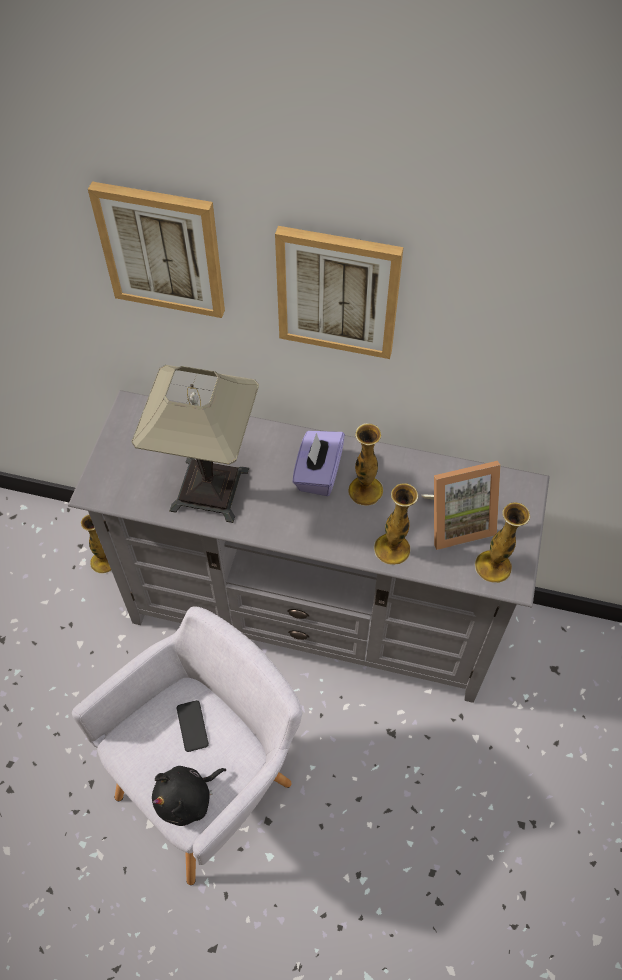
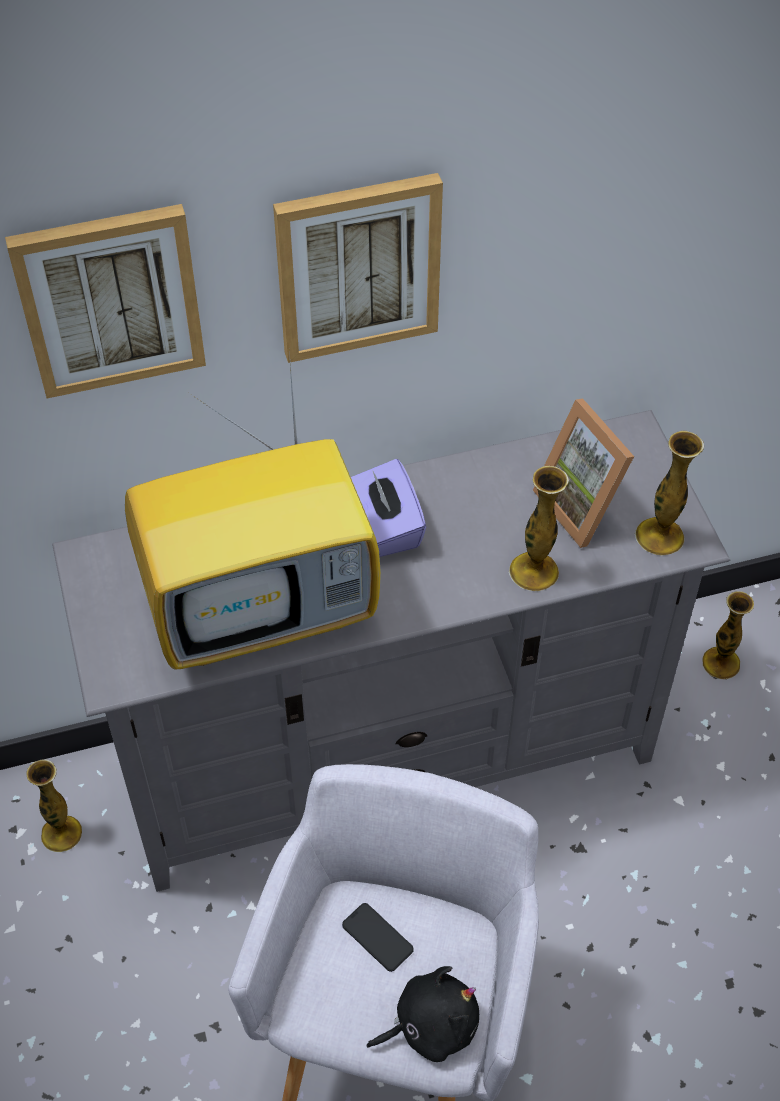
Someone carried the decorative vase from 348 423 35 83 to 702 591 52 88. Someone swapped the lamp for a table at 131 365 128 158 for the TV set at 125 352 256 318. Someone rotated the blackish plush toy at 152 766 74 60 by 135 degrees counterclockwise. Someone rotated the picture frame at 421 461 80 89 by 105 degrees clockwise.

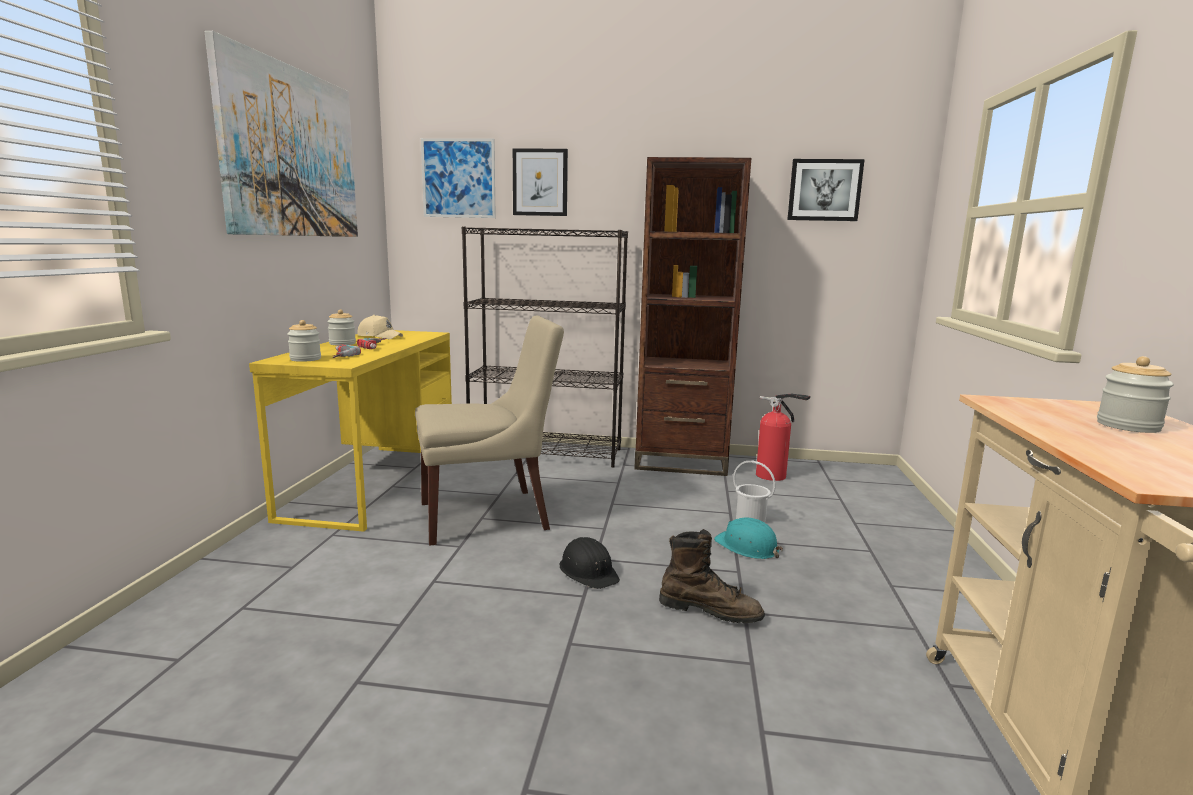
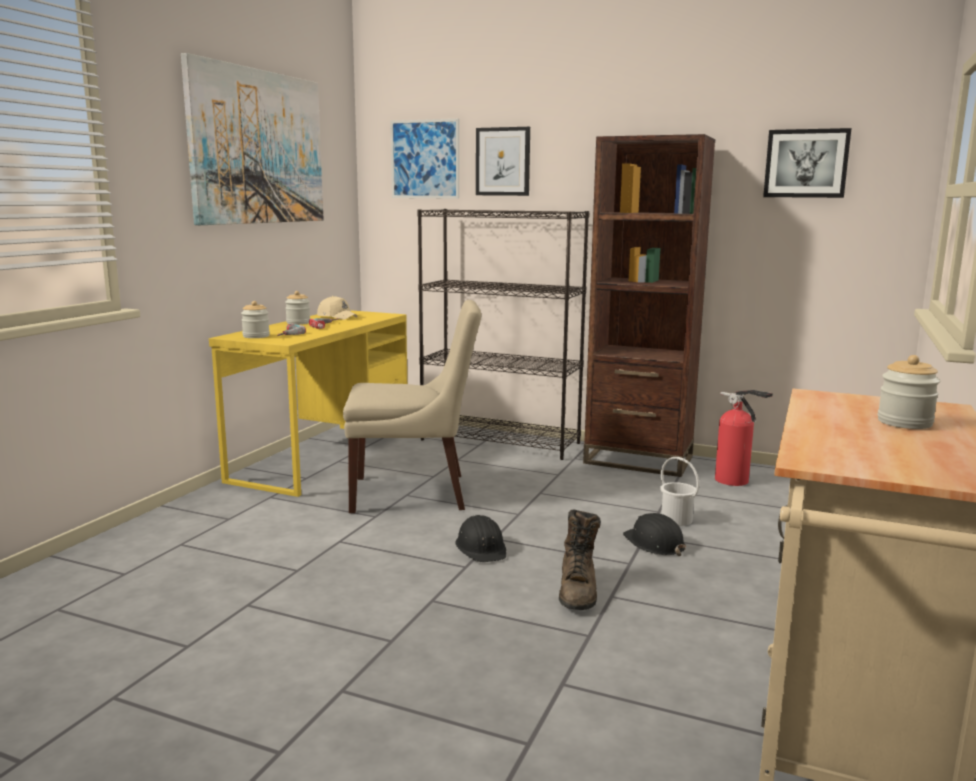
Someone repainted the blue-green safety helmet at 714 518 69 41, which became the blackish safety helmet at 623 513 63 43. Someone rotated the brown boot at 659 529 106 94 by 60 degrees clockwise.

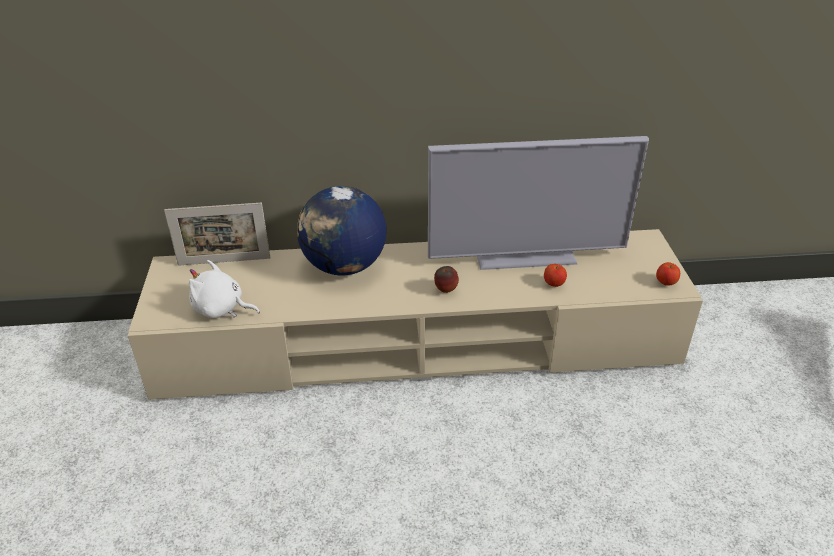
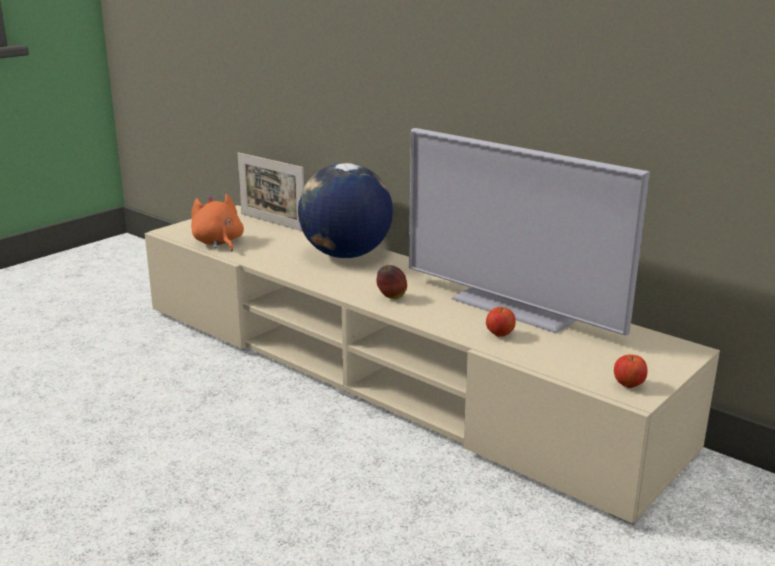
Someone repainted the whitish plush toy at 189 260 71 58, which became the orangey plush toy at 191 194 53 58.

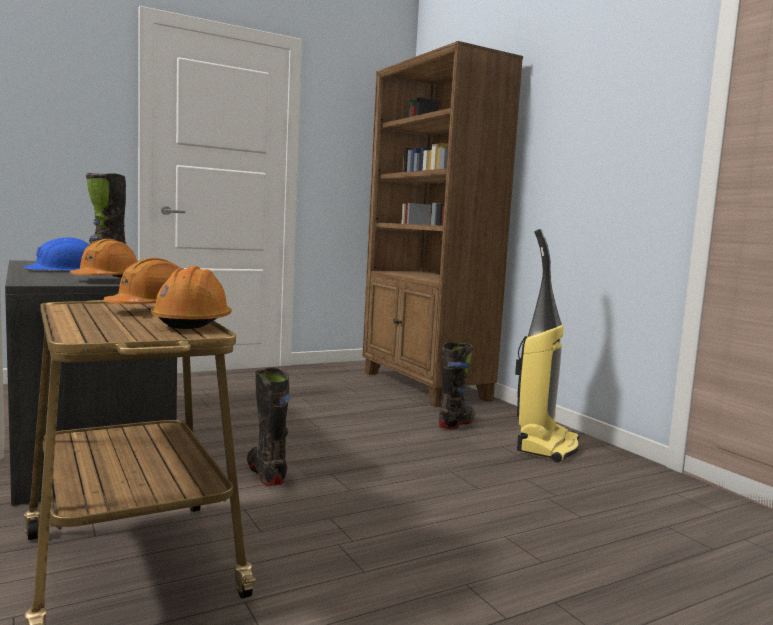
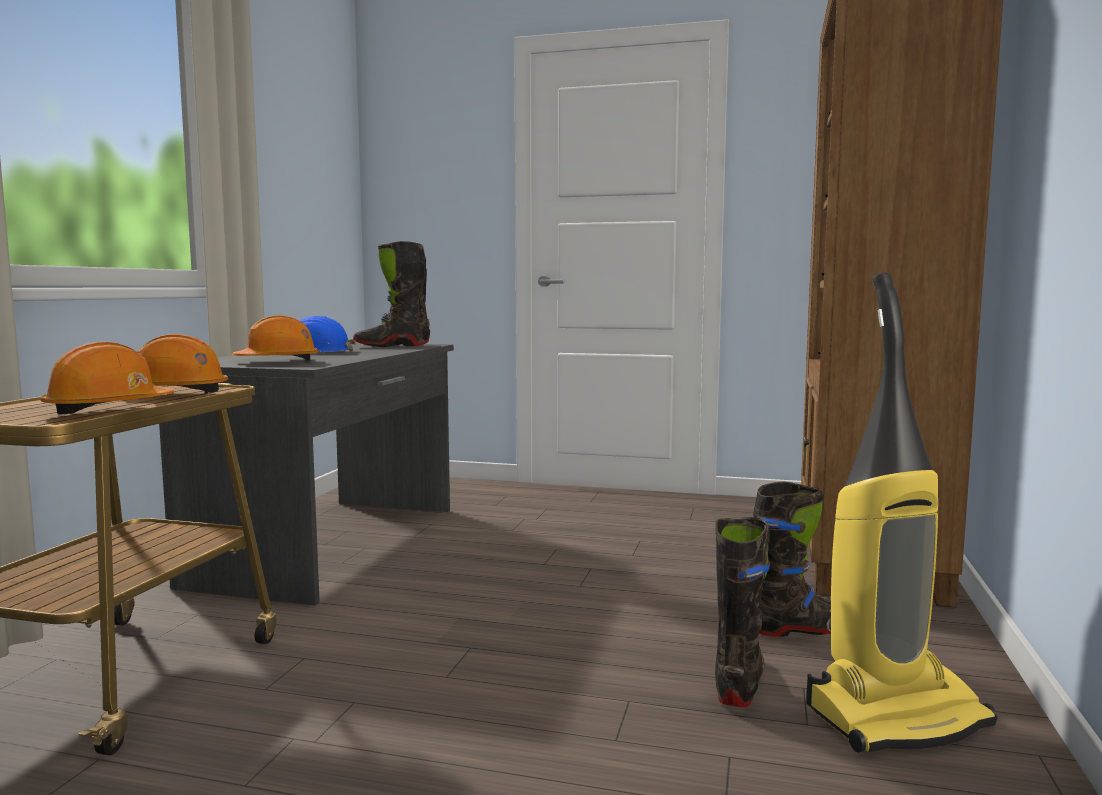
Someone carried the blackish boot from 247 368 43 118 to 715 517 55 190.

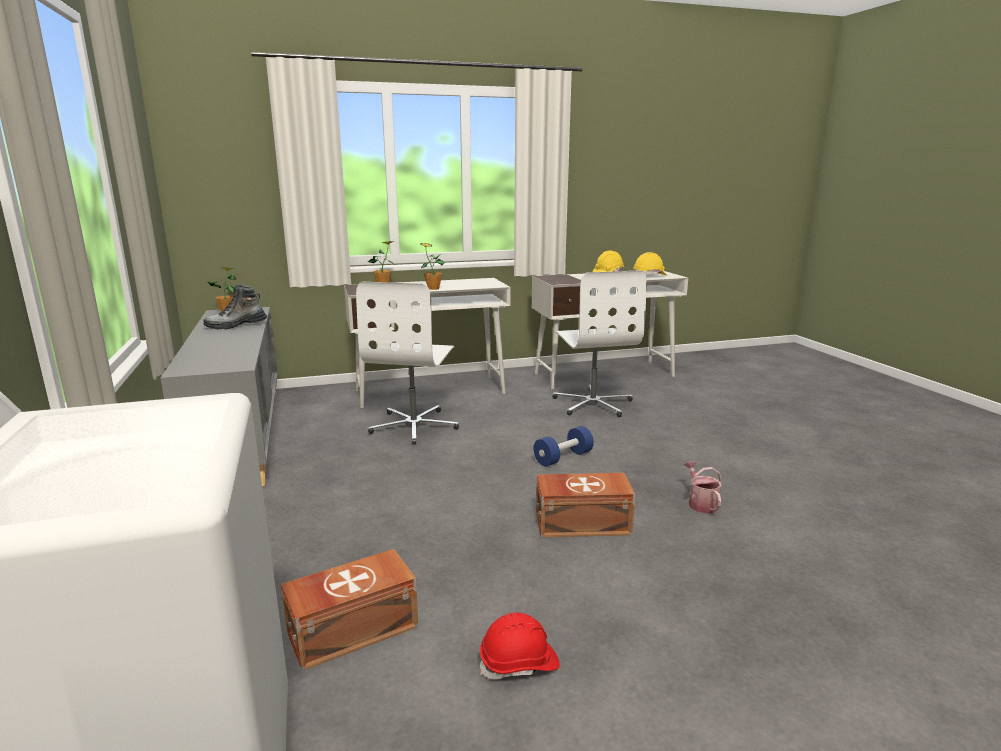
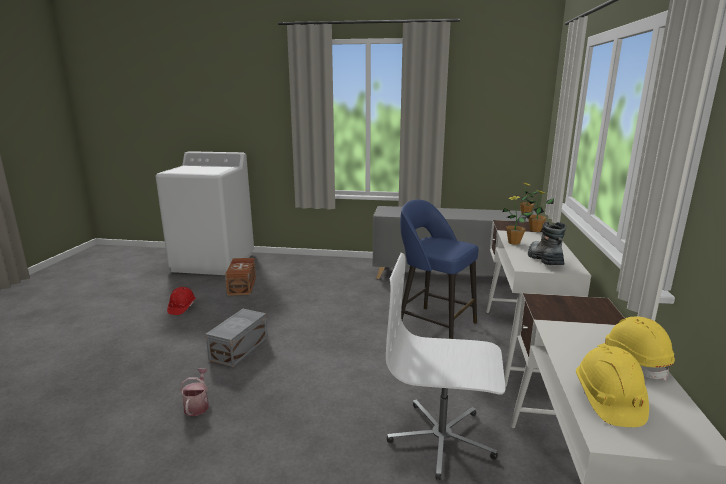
Someone took away the blue free weight at 534 426 60 40. Someone carried the boot from 203 284 64 46 to 528 222 38 43. Someone swapped the whitish office chair at 356 282 103 162 for the blue stool at 400 199 78 140. Someone repainted the brown storage container at 536 473 99 64, which became the greyish storage container at 205 309 63 58. Someone rotated the watering pot at 685 461 37 53 by 105 degrees counterclockwise.

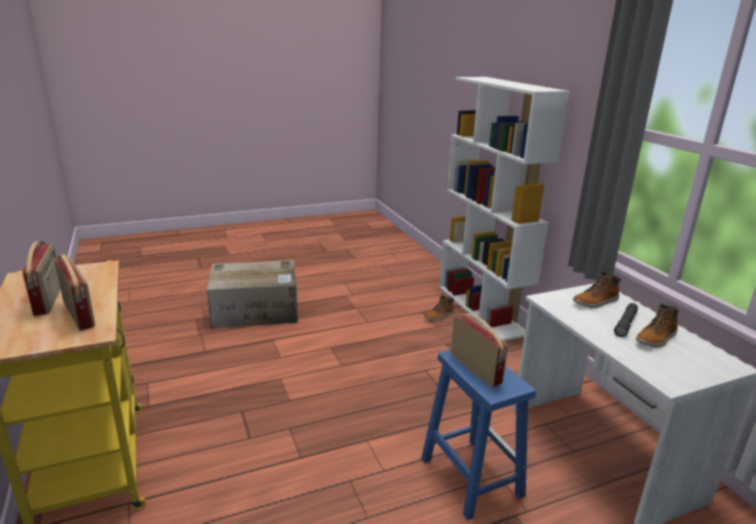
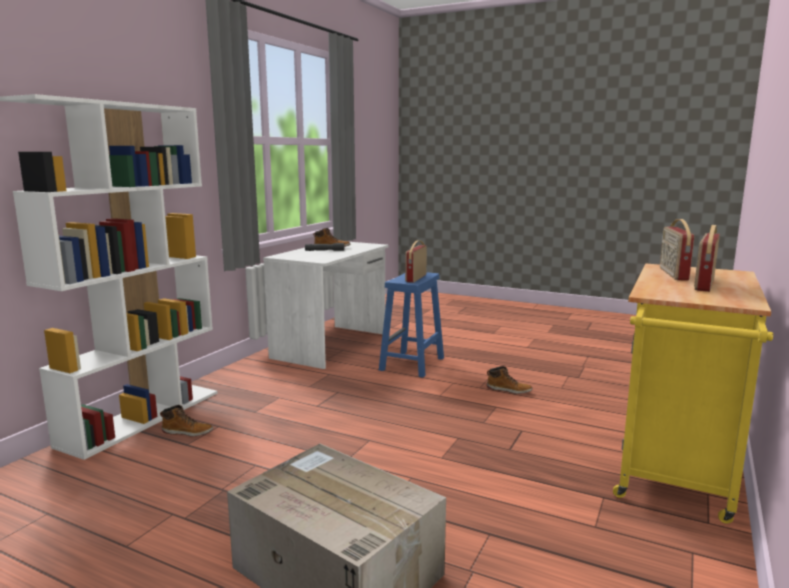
Someone carried the boot from 573 271 48 37 to 487 366 45 28.

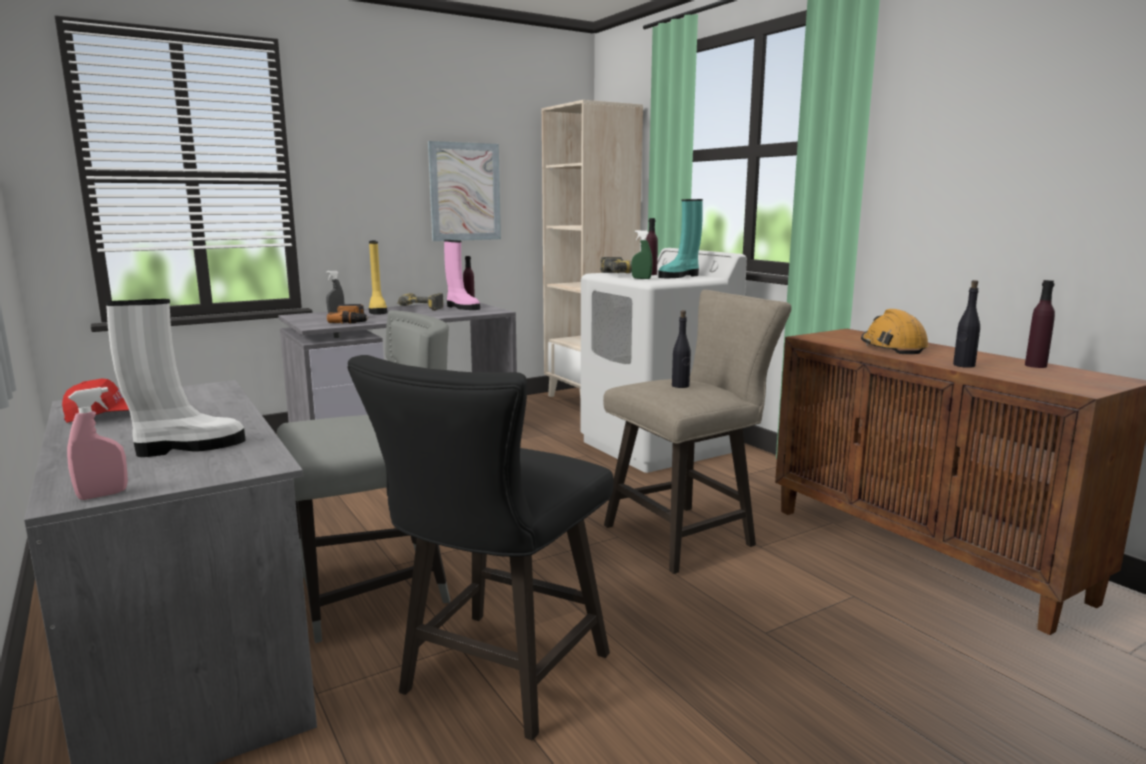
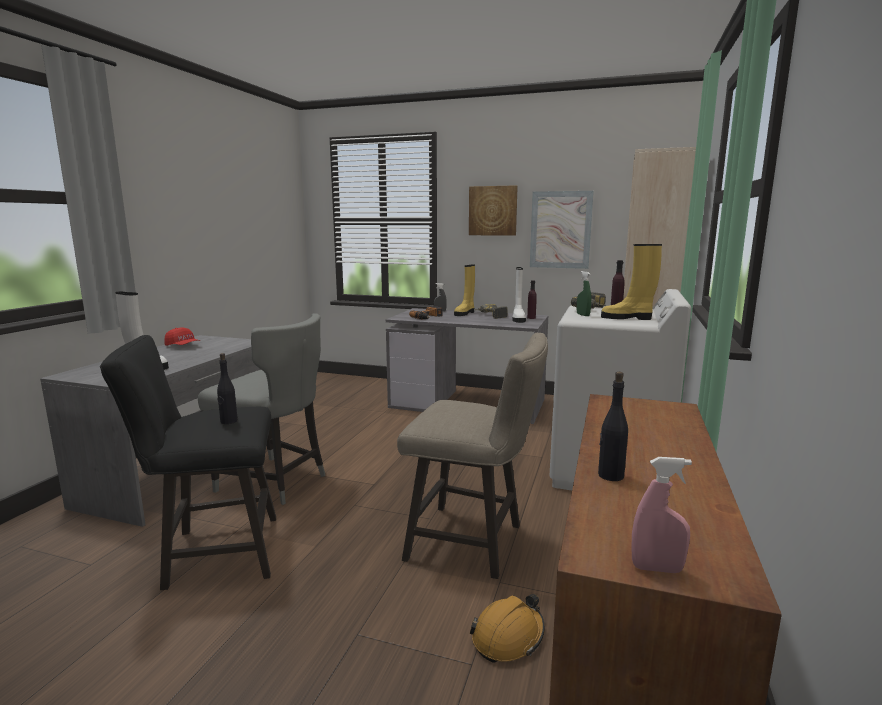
Someone took away the purple-coloured beverage bottle at 1025 280 30 88. Someone put up the picture at 469 185 49 51. Someone carried the pink-coloured hand sprayer from 67 387 61 113 to 631 457 61 116. Someone carried the blackish beverage bottle from 672 310 19 78 to 217 353 21 71. Someone carried the orangey safety helmet from 861 309 68 45 to 470 594 75 69. Someone repainted the pink-coloured boot at 444 240 36 70, which became the whitish boot at 512 267 14 56. Someone repainted the blue-green boot at 658 199 45 79, which became the yellow boot at 601 244 61 76.

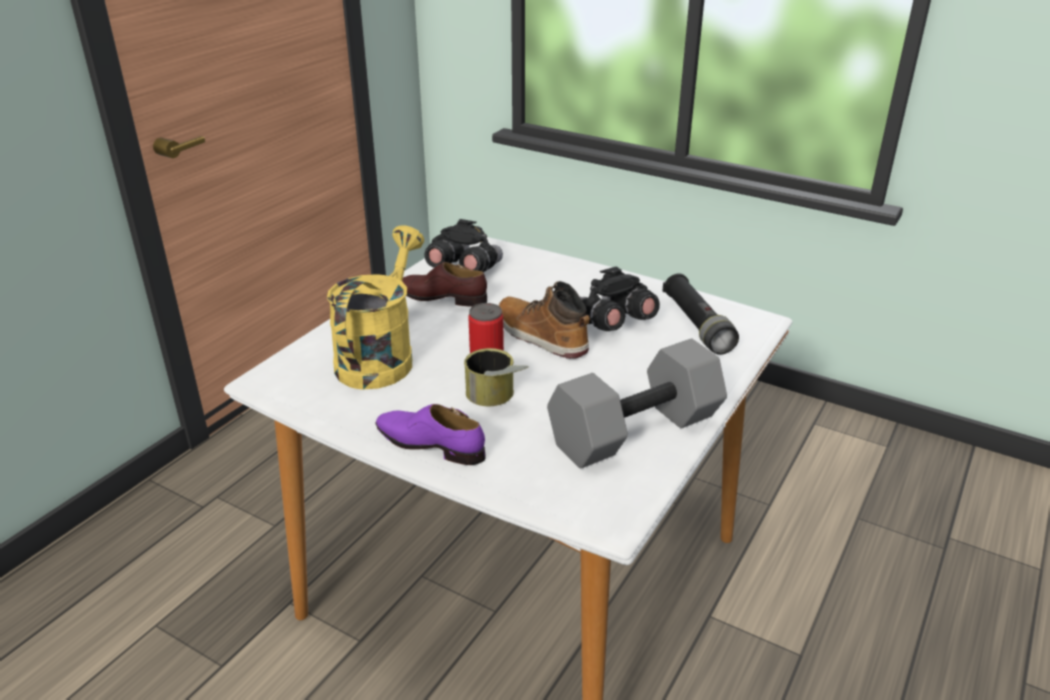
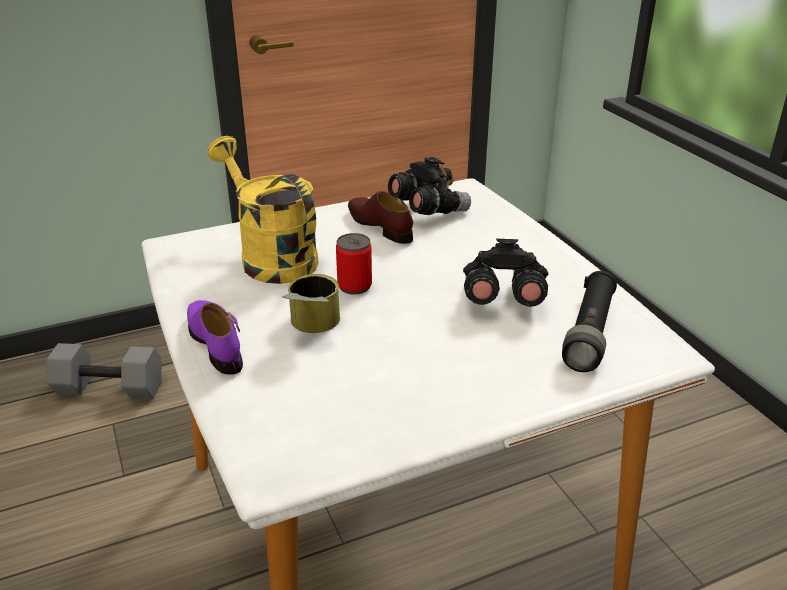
Someone took away the boot at 498 281 92 78. Someone carried the greyish free weight from 547 338 180 131 to 47 343 115 55. Someone rotated the yellow watering pot at 327 225 97 165 by 90 degrees counterclockwise.

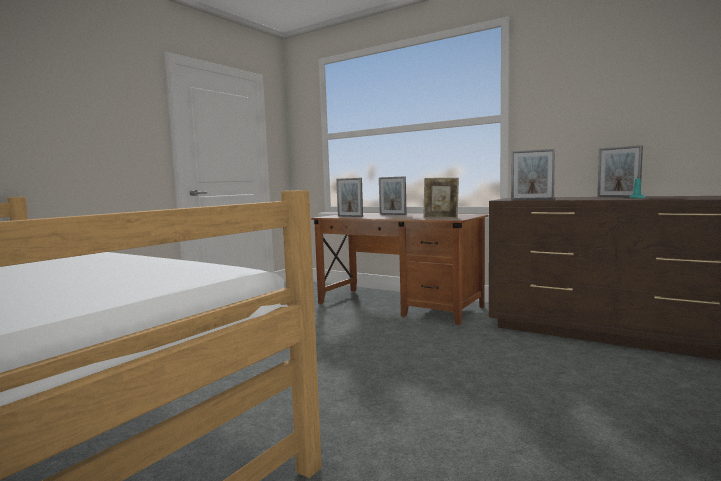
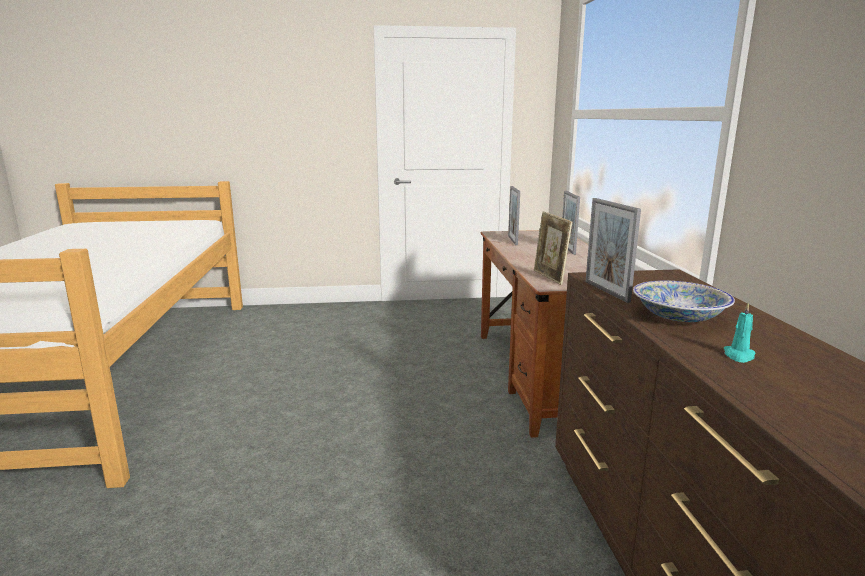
Someone took away the picture frame at 597 145 46 52. Someone put down the serving bowl at 633 281 102 41.

